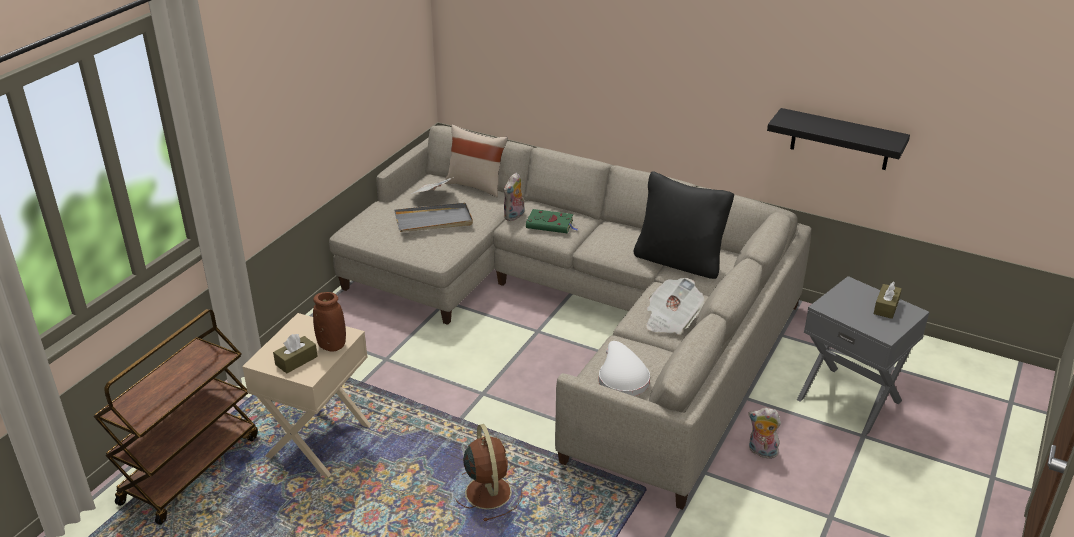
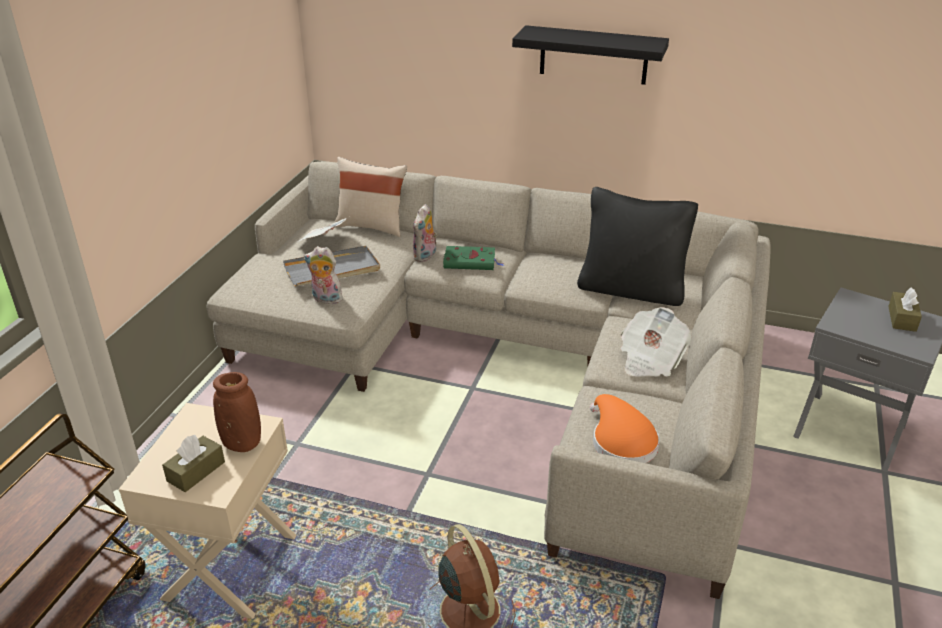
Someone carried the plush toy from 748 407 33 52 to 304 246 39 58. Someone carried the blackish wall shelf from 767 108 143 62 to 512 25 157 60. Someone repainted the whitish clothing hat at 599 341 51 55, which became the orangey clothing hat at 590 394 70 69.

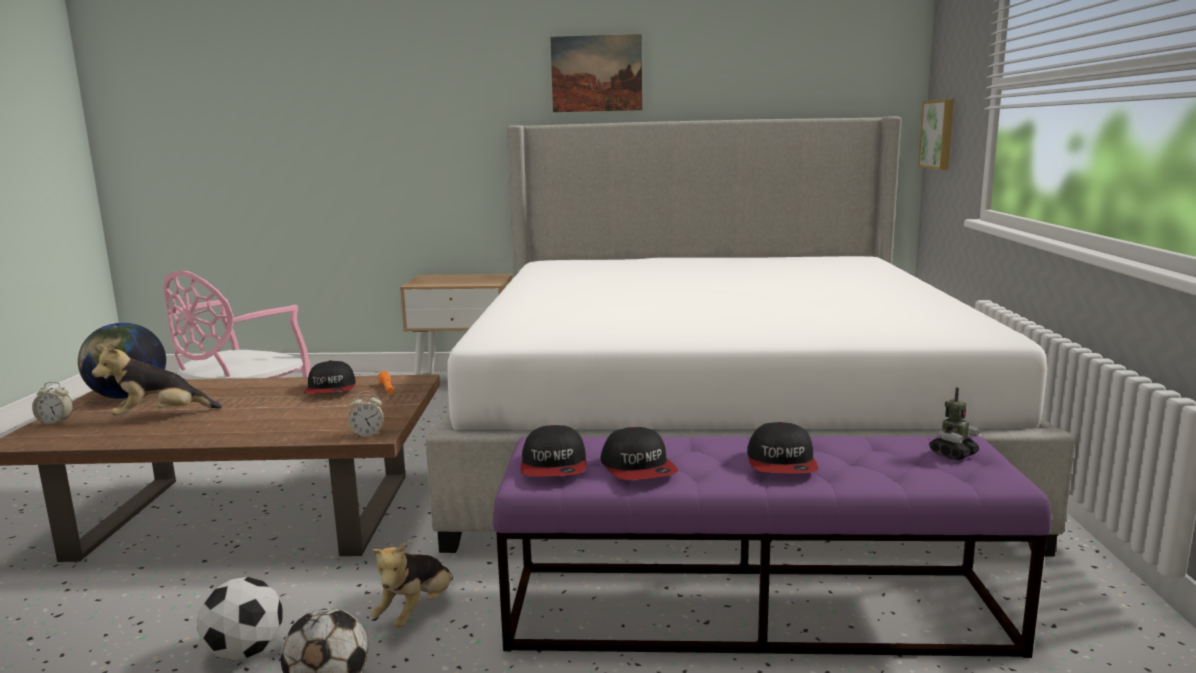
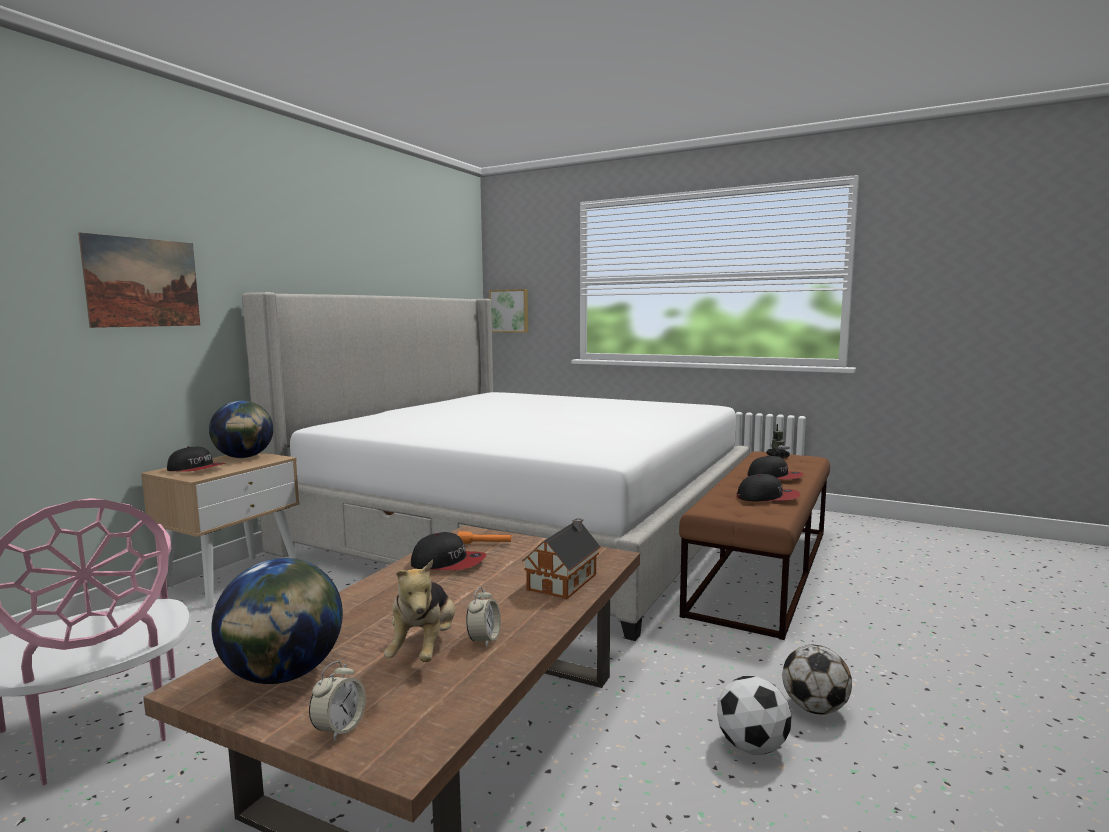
Someone took away the plush toy at 371 543 82 85. Someone put down the globe at 209 401 64 57. Someone put down the toy house at 522 518 79 81. Someone carried the table clock from 348 391 36 47 to 466 587 35 60. Someone carried the peaked cap from 521 425 65 52 to 167 446 58 26. Someone carried the picture from 550 34 92 78 to 78 232 122 96. Someone repainted the purple-coloured bench at 492 436 559 222, which became the brown bench at 679 451 151 189.

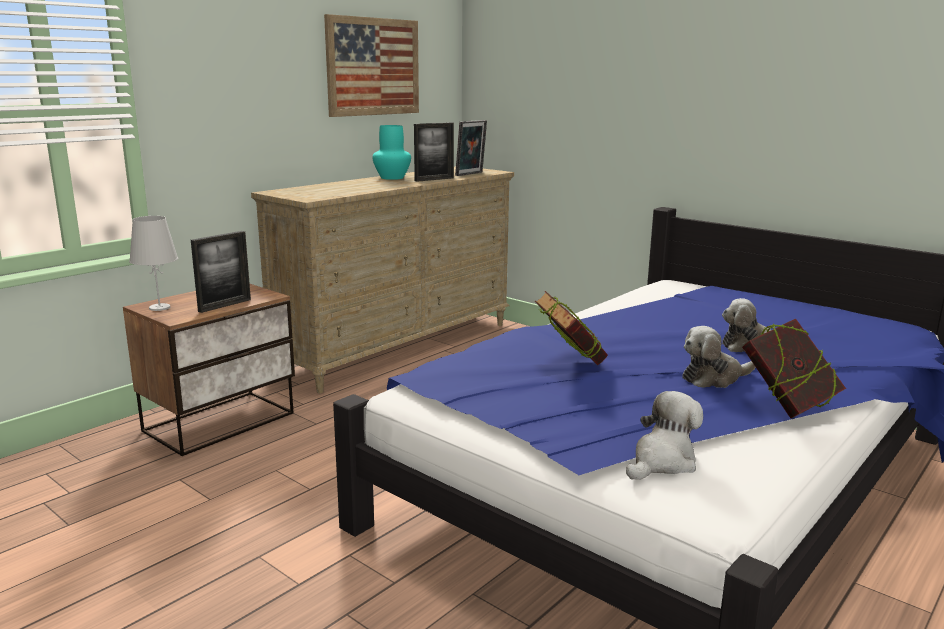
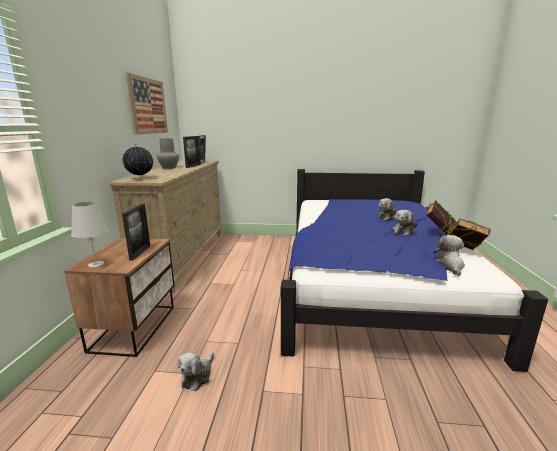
Someone put down the globe at 123 143 30 32. Someone put down the plush toy at 177 352 37 39. Someone carried the book from 535 291 73 74 to 447 219 44 31. Someone repainted the blue-green decorative vase at 372 125 39 55, which became the greyish decorative vase at 157 139 22 30.

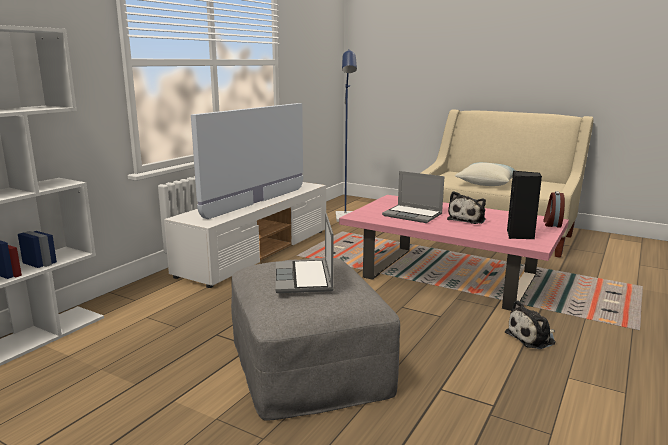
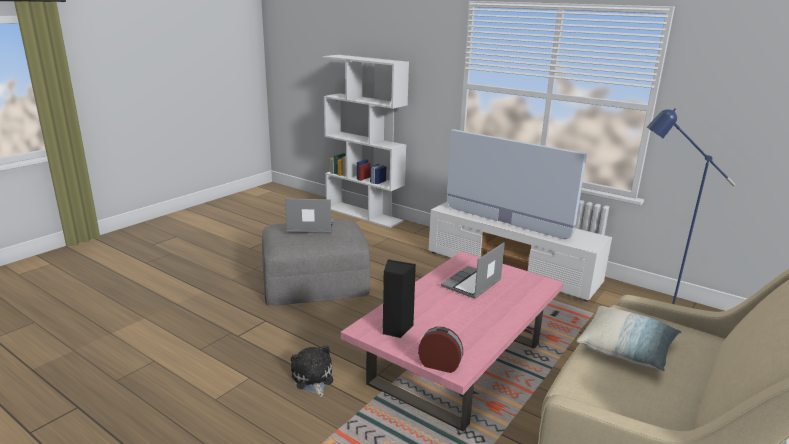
Someone took away the plush toy at 447 191 39 33.

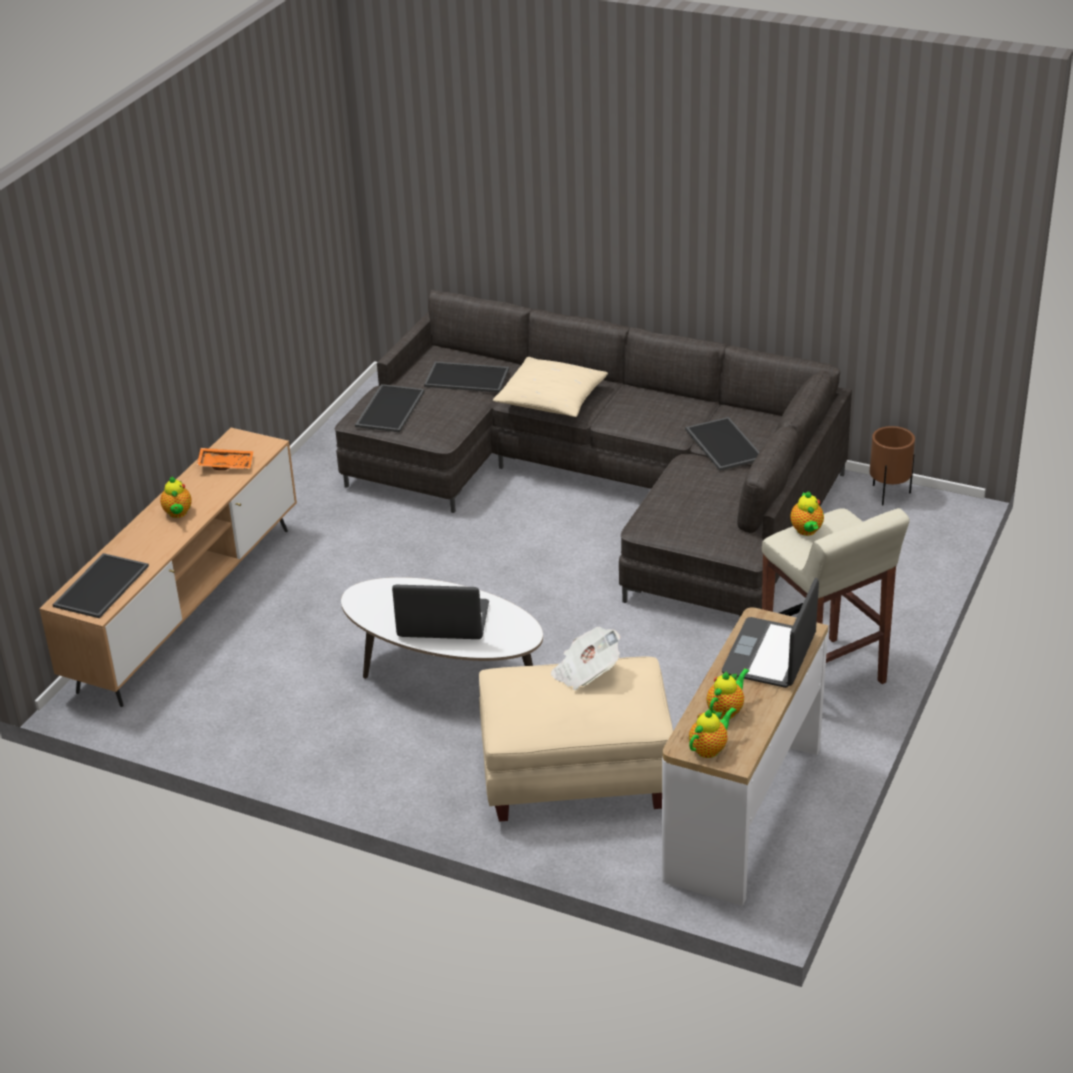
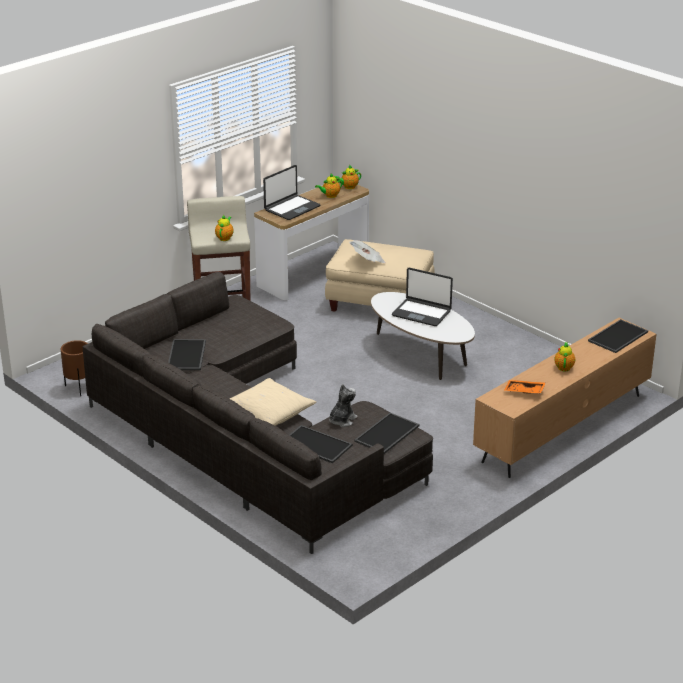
Someone put down the plush toy at 329 384 29 43.

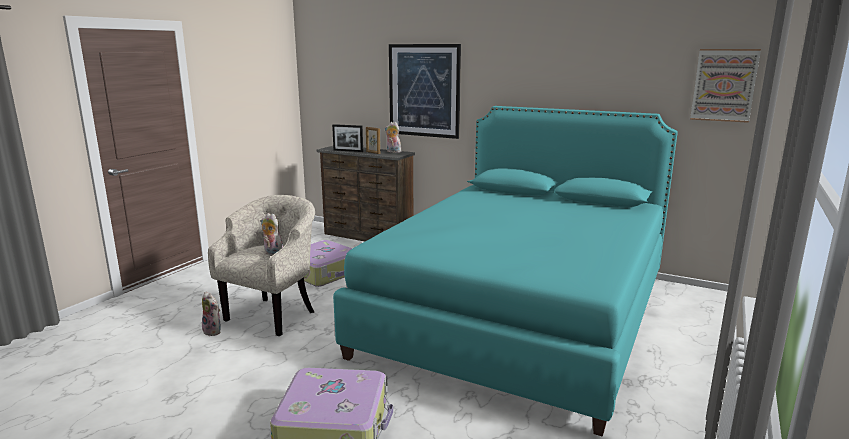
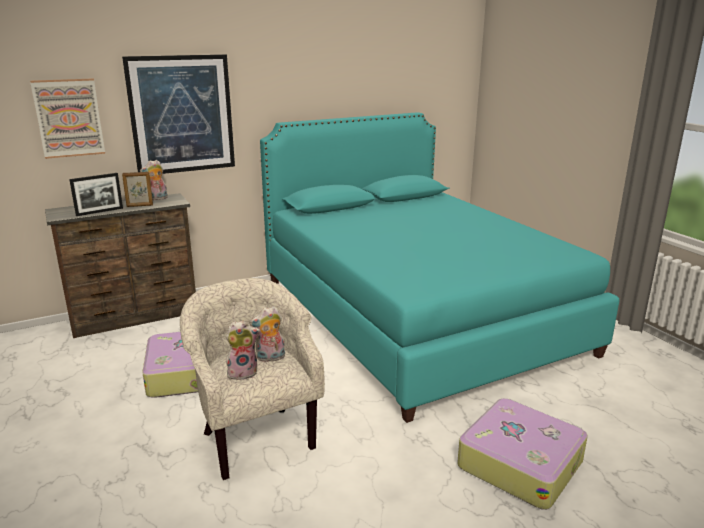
Someone carried the plush toy from 202 292 19 44 to 226 321 34 59. Someone carried the picture from 690 49 71 74 to 30 78 75 81.

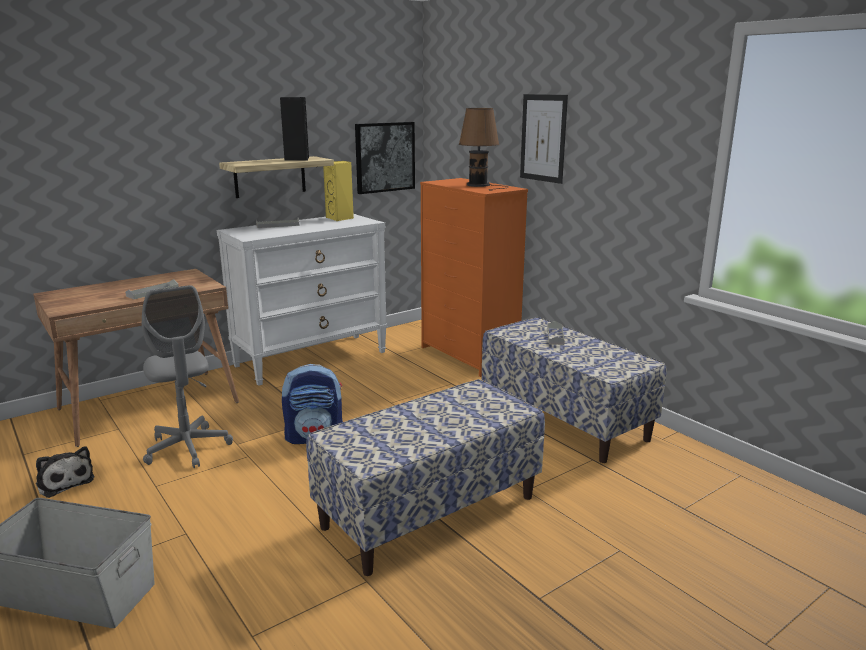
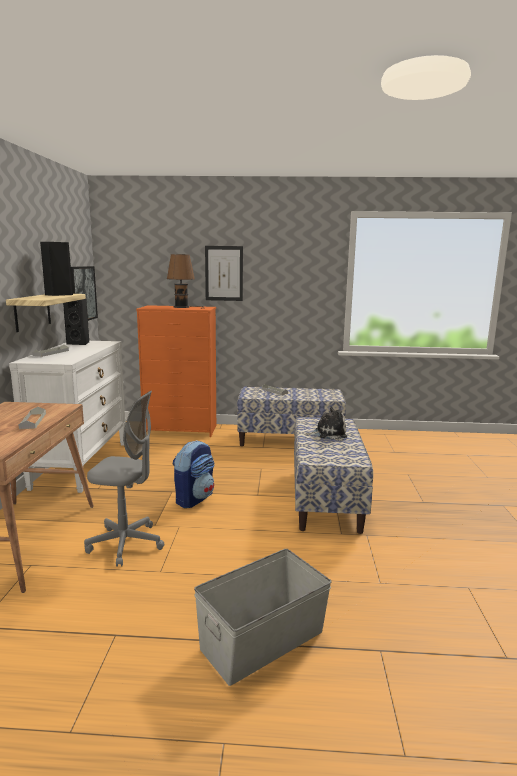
Someone carried the plush toy from 36 446 59 52 to 305 407 42 32. Someone repainted the yellow speaker at 323 161 31 60, which became the blackish speaker at 63 299 26 46.

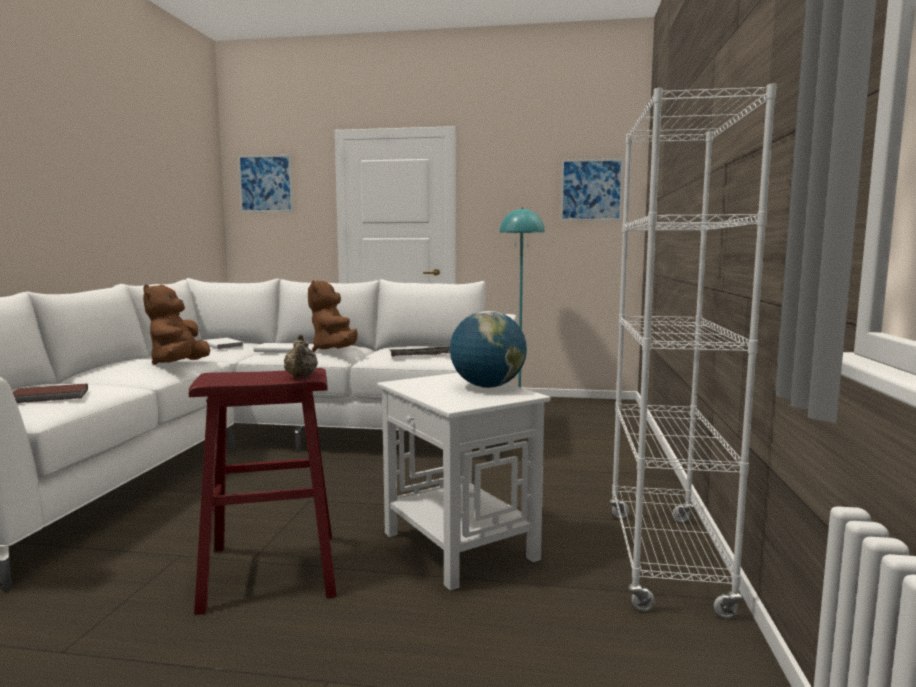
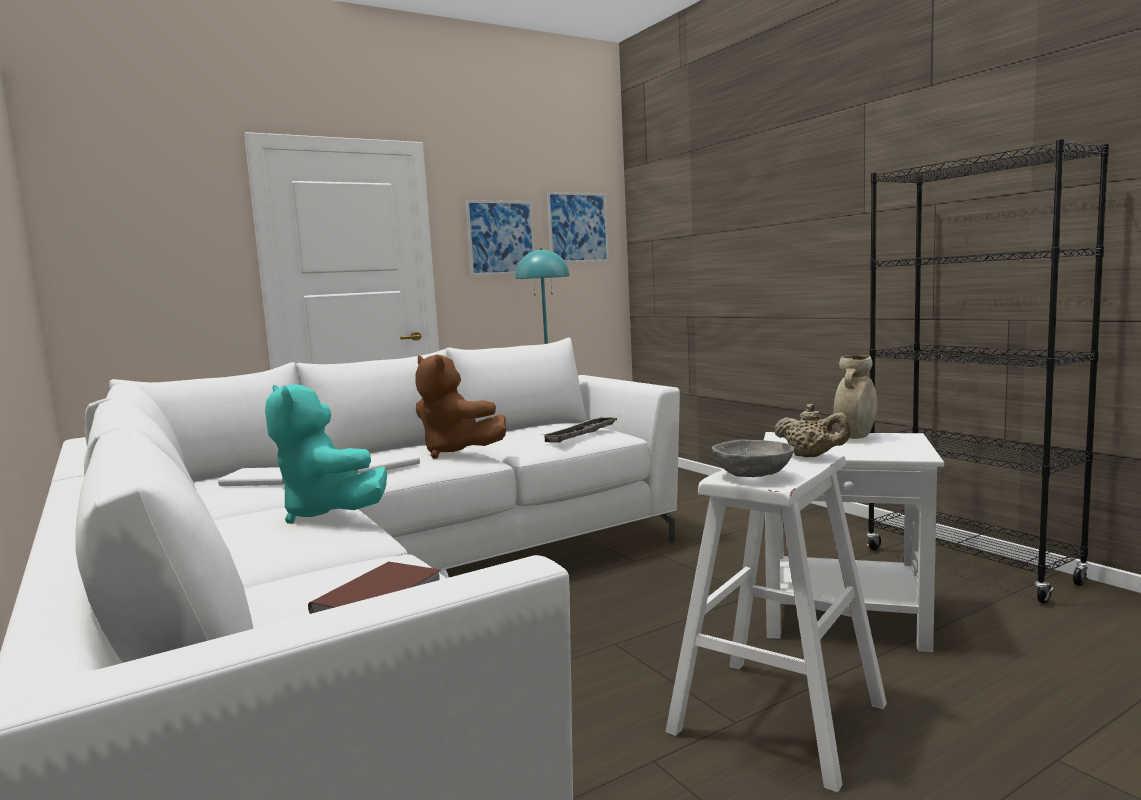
Someone put down the greyish serving bowl at 712 439 82 38. Someone carried the picture from 238 154 55 58 to 466 200 69 76. Someone swapped the globe at 450 311 77 77 for the beige-coloured decorative vase at 833 355 45 84. Someone repainted the brown plush toy at 143 284 67 81, which became the blue-green plush toy at 265 384 122 140. Someone repainted the reddish stool at 189 368 148 247, which became the whitish stool at 665 452 222 341. Someone repainted the whitish bookshelf at 610 84 167 534, which became the blackish bookshelf at 866 139 244 464.

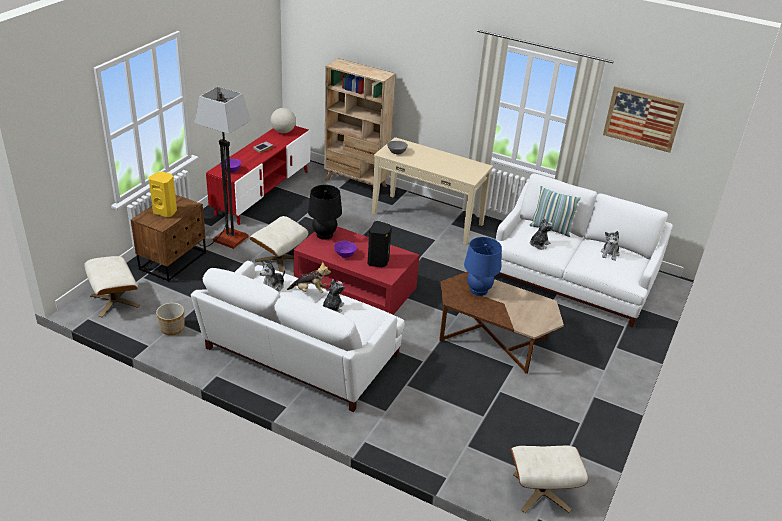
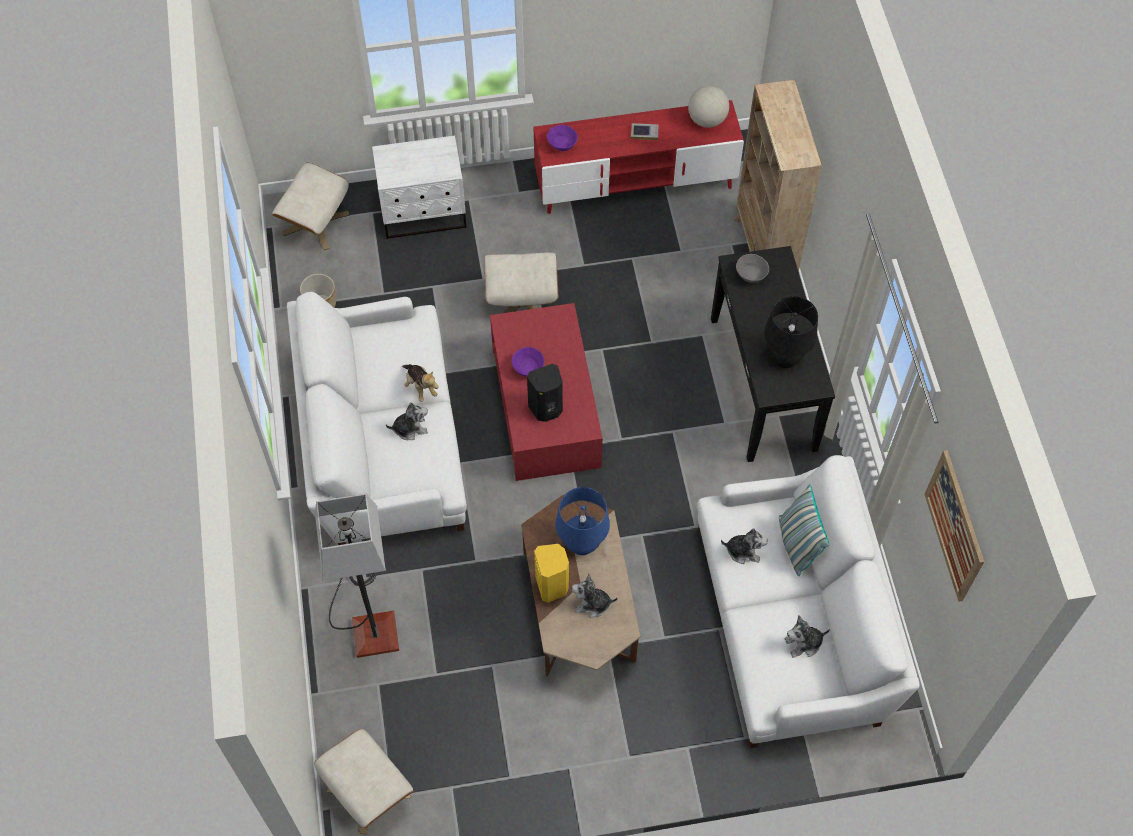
Someone carried the yellow speaker from 149 172 28 45 to 534 544 35 59. Someone carried the standing lamp from 194 86 57 163 to 315 494 84 164. Someone carried the plush toy from 260 261 25 30 to 572 573 46 45. Someone carried the blackish lamp for a table from 308 185 34 55 to 764 296 54 72. Someone repainted the brown night table at 131 194 75 88, which became the whitish night table at 372 135 95 104. Someone repainted the beige-coloured narrow table at 372 137 121 108, which became the blackish narrow table at 711 246 124 216.

